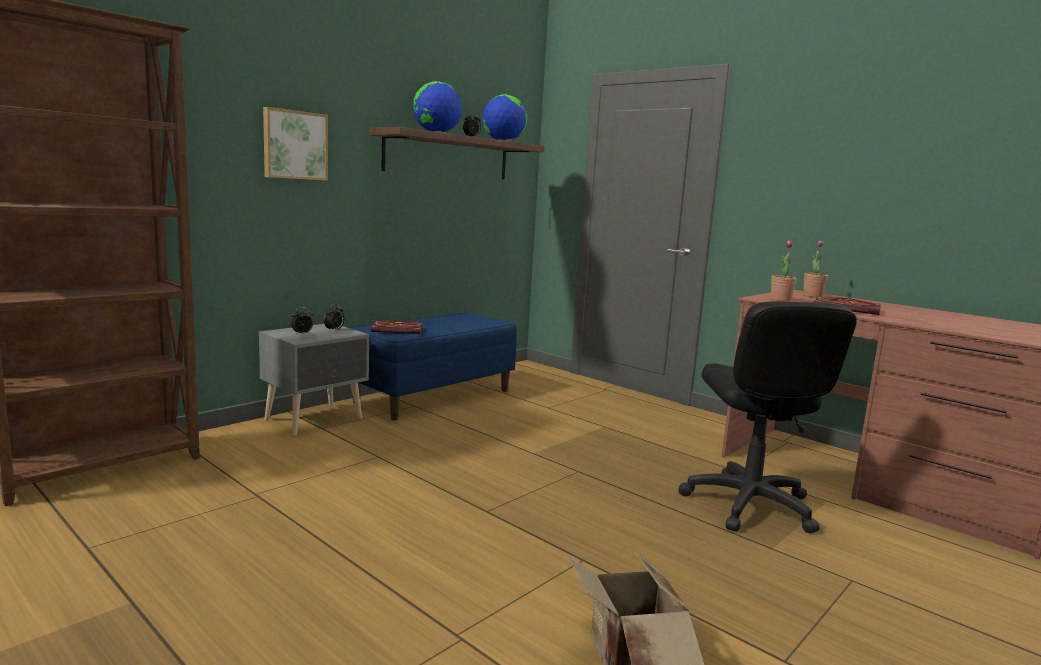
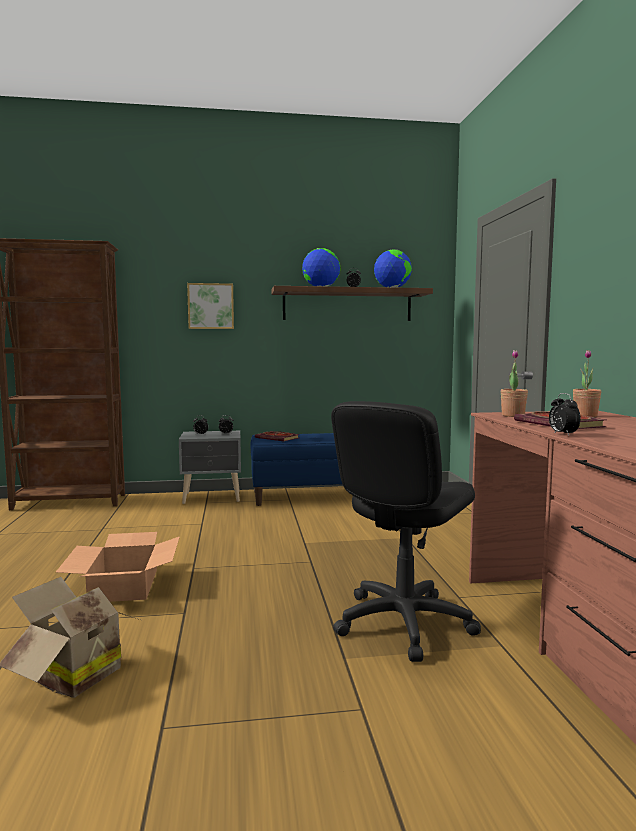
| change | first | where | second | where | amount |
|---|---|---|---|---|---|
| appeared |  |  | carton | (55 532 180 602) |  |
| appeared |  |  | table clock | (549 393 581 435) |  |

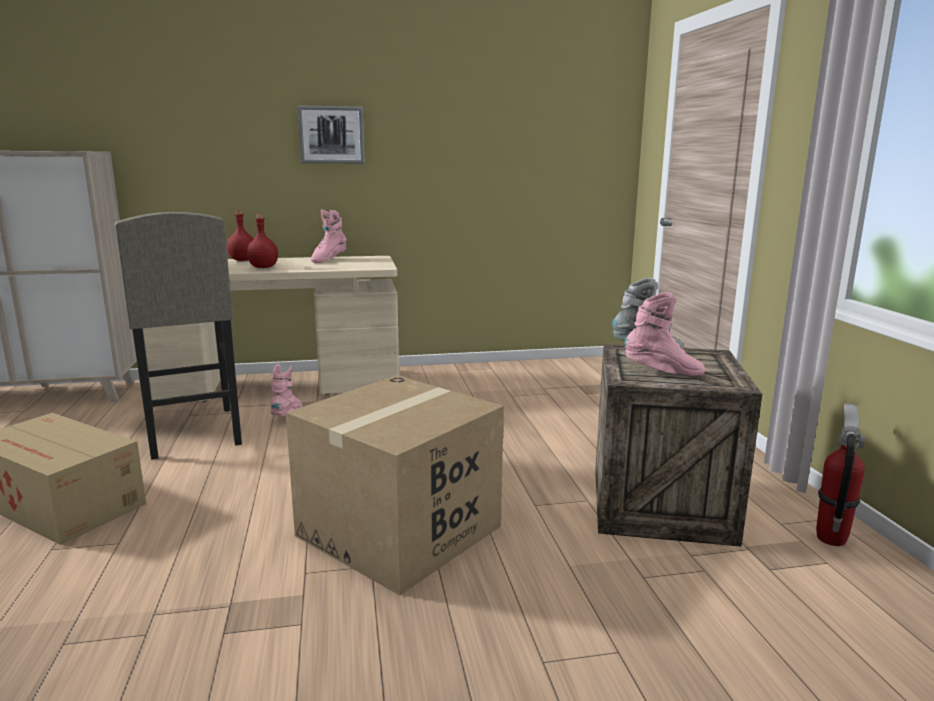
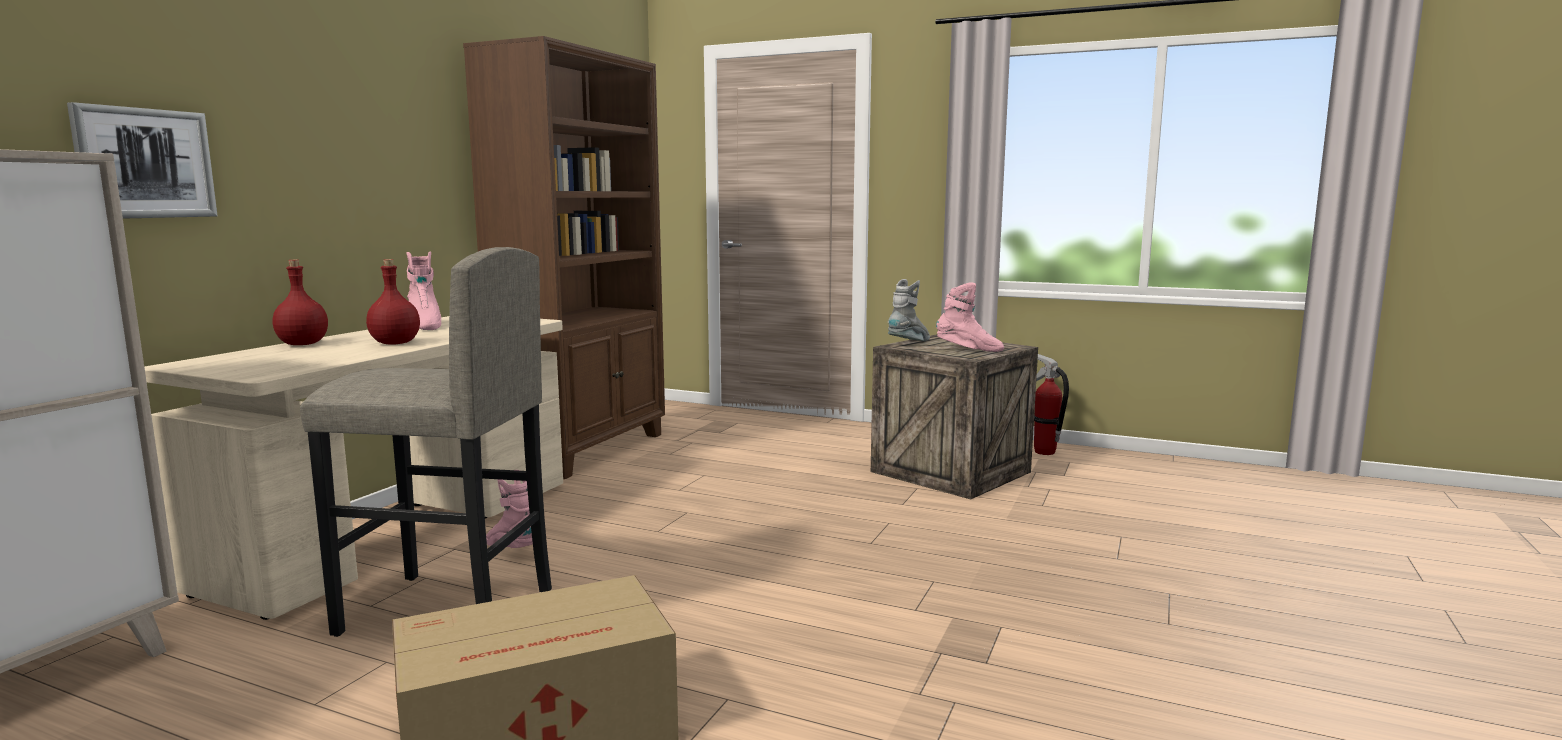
| change | first | where | second | where | amount |
|---|---|---|---|---|---|
| missing | carton | (286 375 504 595) |  |  |  |
| relocated | wall picture | (298 105 365 164) |  | (67 102 217 219) |  |
| spun | pink high-top boot | (624 292 706 376) |  | (936 283 1004 352) | 60 degrees clockwise |
| appeared |  |  | brown-coloured bookcase | (463 36 665 479) |  |

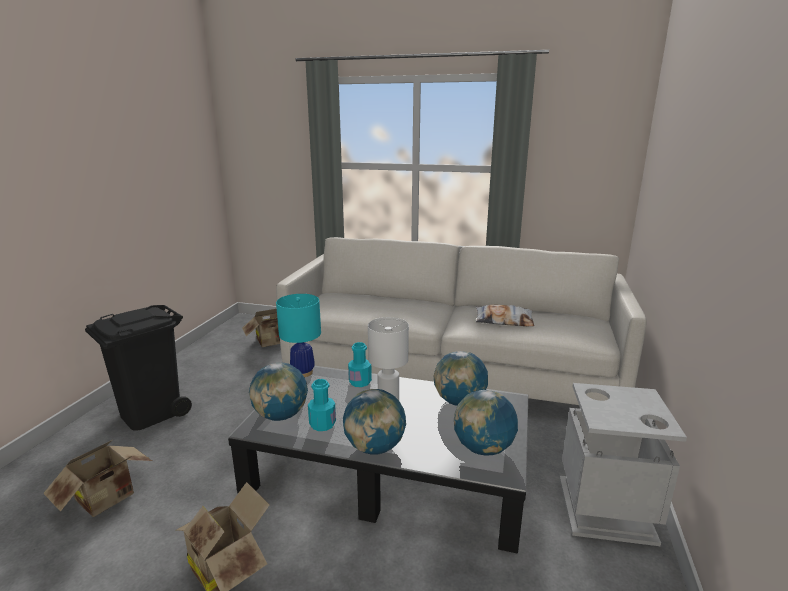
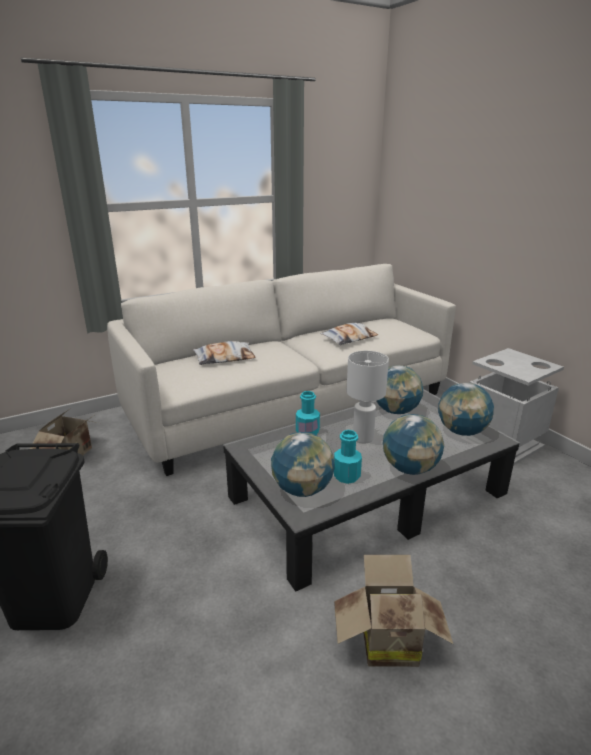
| change | first | where | second | where | amount |
|---|---|---|---|---|---|
| missing | carton | (43 440 152 517) |  |  |  |
| missing | turquoise-coloured lamp for a table | (276 294 321 377) |  |  |  |
| appeared |  |  | pillow | (193 341 256 365) |  |

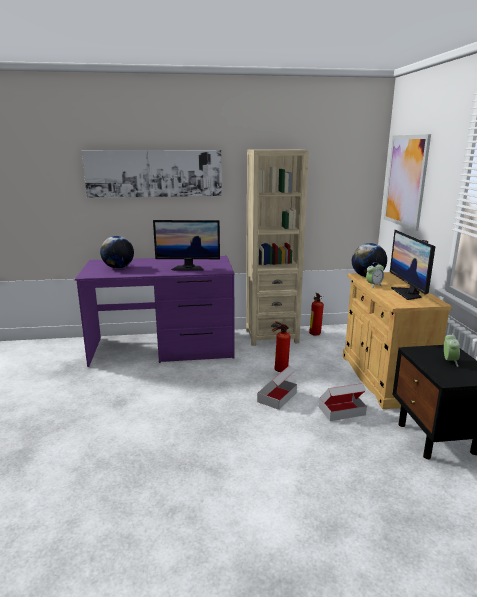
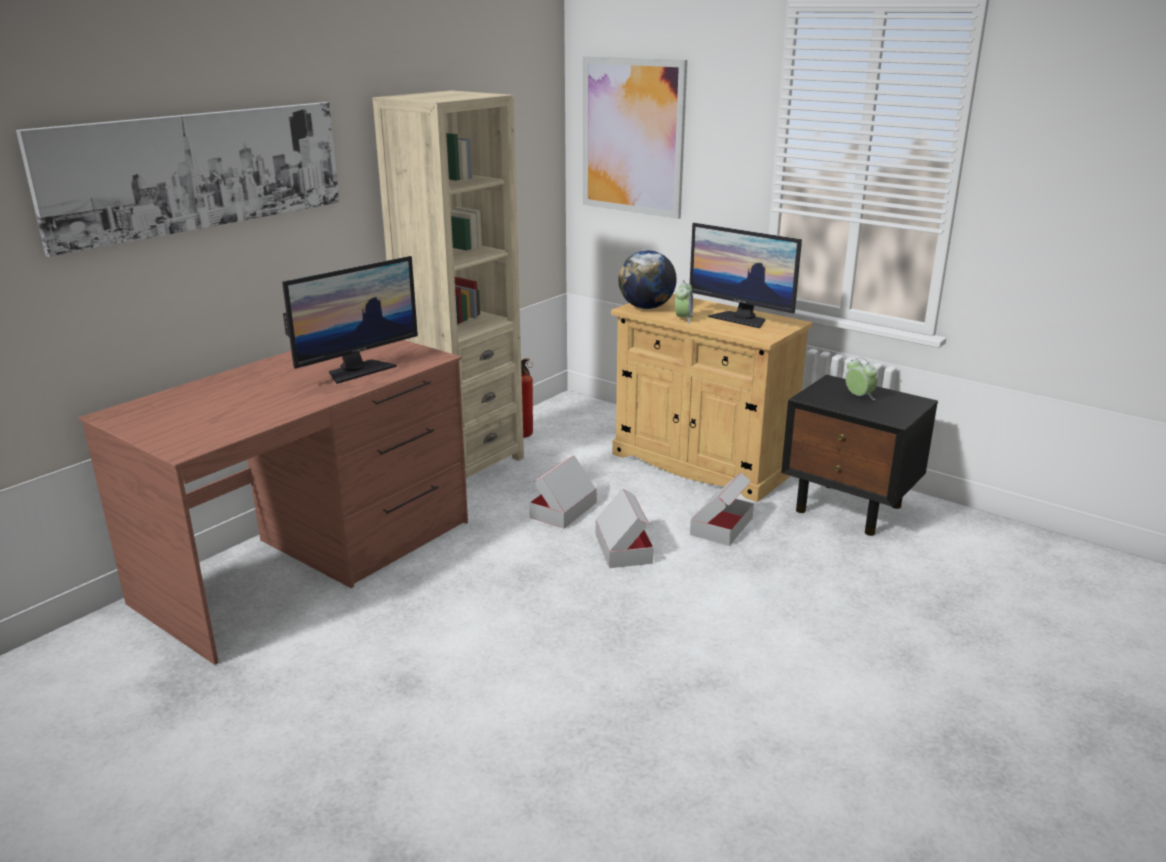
| change | first | where | second | where | amount |
|---|---|---|---|---|---|
| colour | purplish desk table | (75 256 235 367) | brown-coloured desk table | (79 340 468 665) |  |
| missing | desk globe | (100 236 134 269) |  |  |  |
| exchanged | extinguisher | (271 321 291 372) | carton | (529 455 597 528) |  |

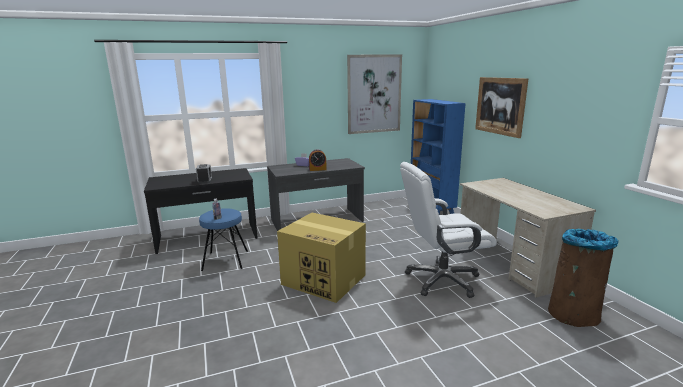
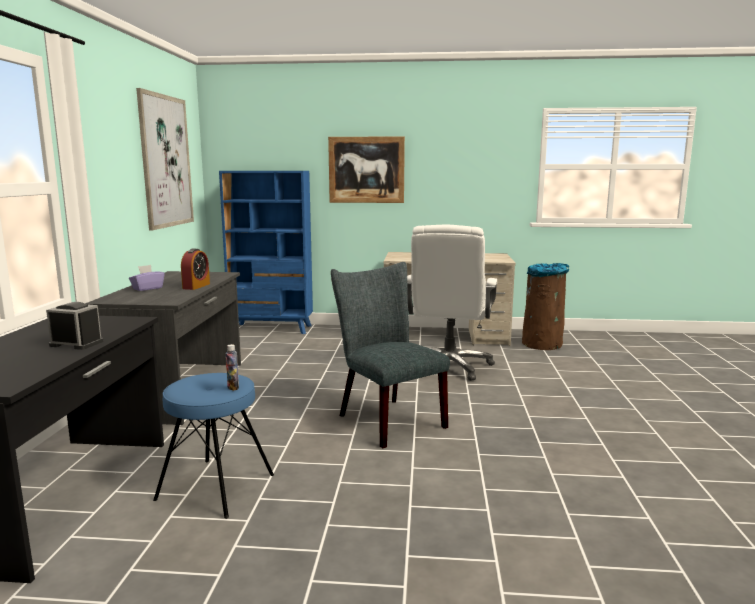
| change | first | where | second | where | amount |
|---|---|---|---|---|---|
| exchanged | carton | (277 213 366 303) | greyish plain chair | (331 262 450 448) |  |

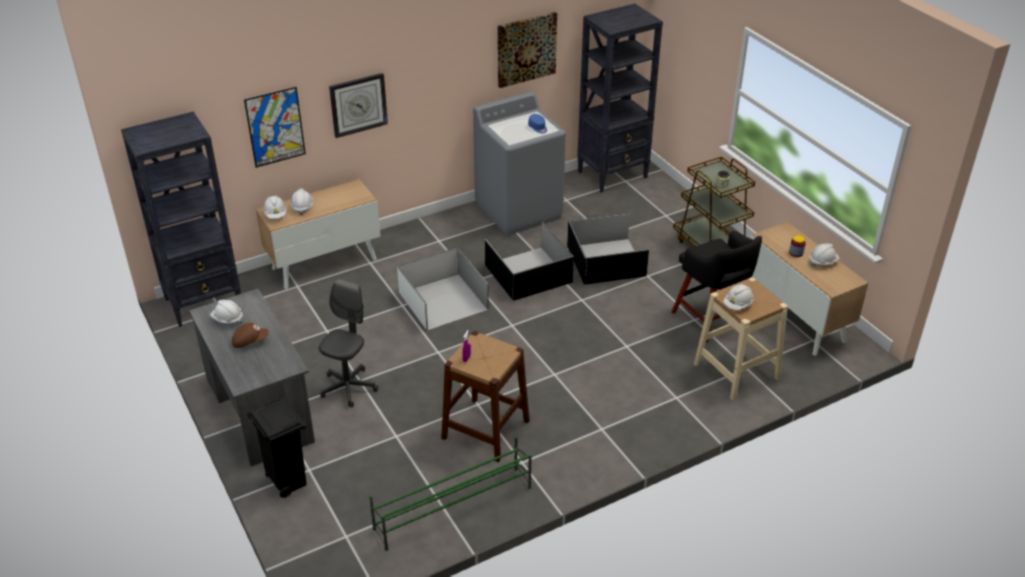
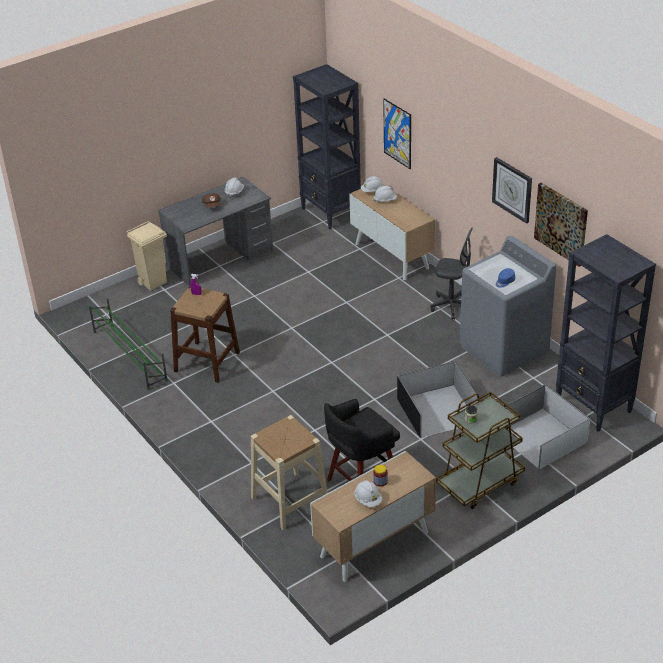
| change | first | where | second | where | amount |
|---|---|---|---|---|---|
| colour | black waste bin | (247 398 307 498) | beige-coloured waste bin | (127 221 167 291) |  |
| relocated | greyish computer chair | (319 279 378 407) |  | (431 227 473 320) |  |
| relocated | wall clock | (329 73 388 138) |  | (492 157 532 224) |  |
| relocated | white storage bin | (397 247 489 330) |  | (505 384 591 470) |  |
| missing | black storage bin | (485 222 574 301) |  |  |  |
| missing | white work helmet | (723 284 754 310) |  |  |  |

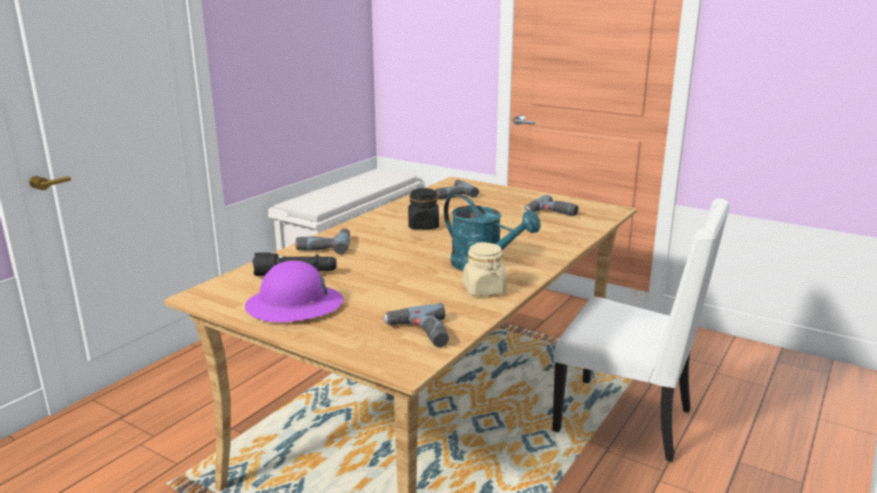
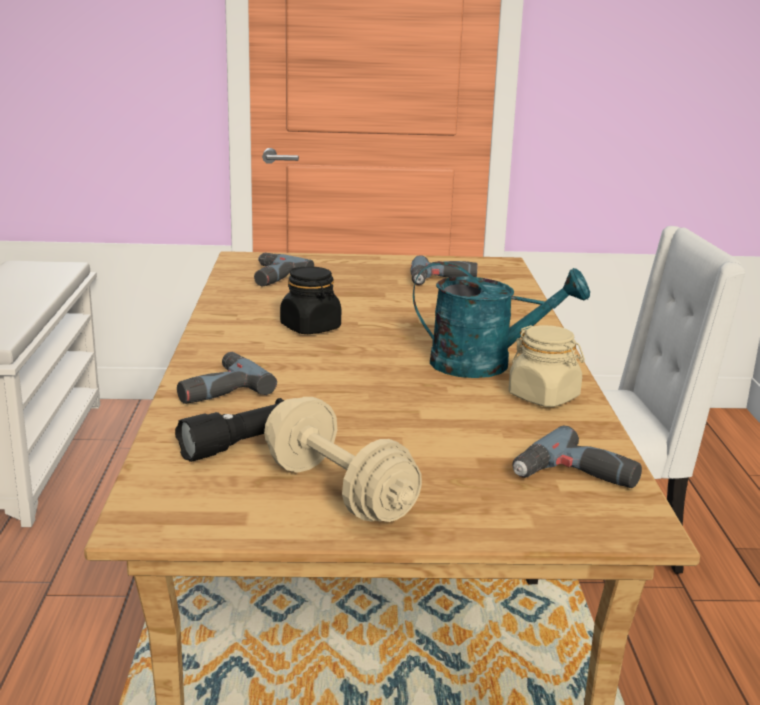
| change | first | where | second | where | amount |
|---|---|---|---|---|---|
| exchanged | purplish work helmet | (245 261 343 322) | beige-coloured free weight | (264 397 422 522) |  |

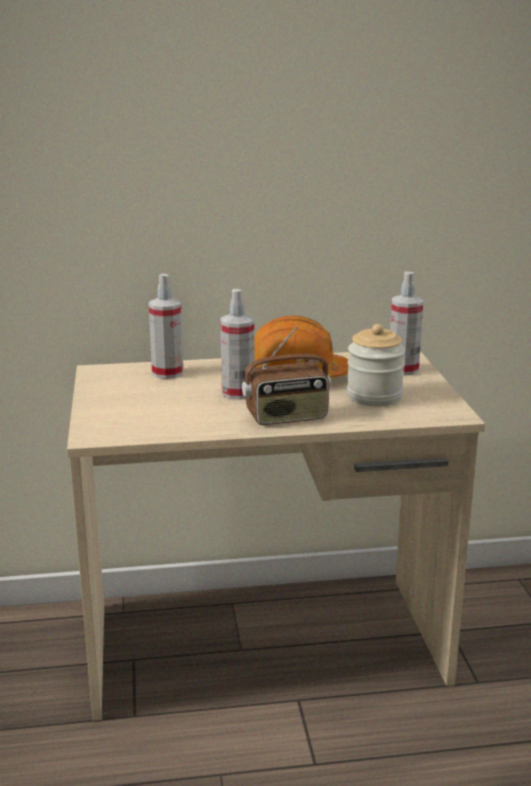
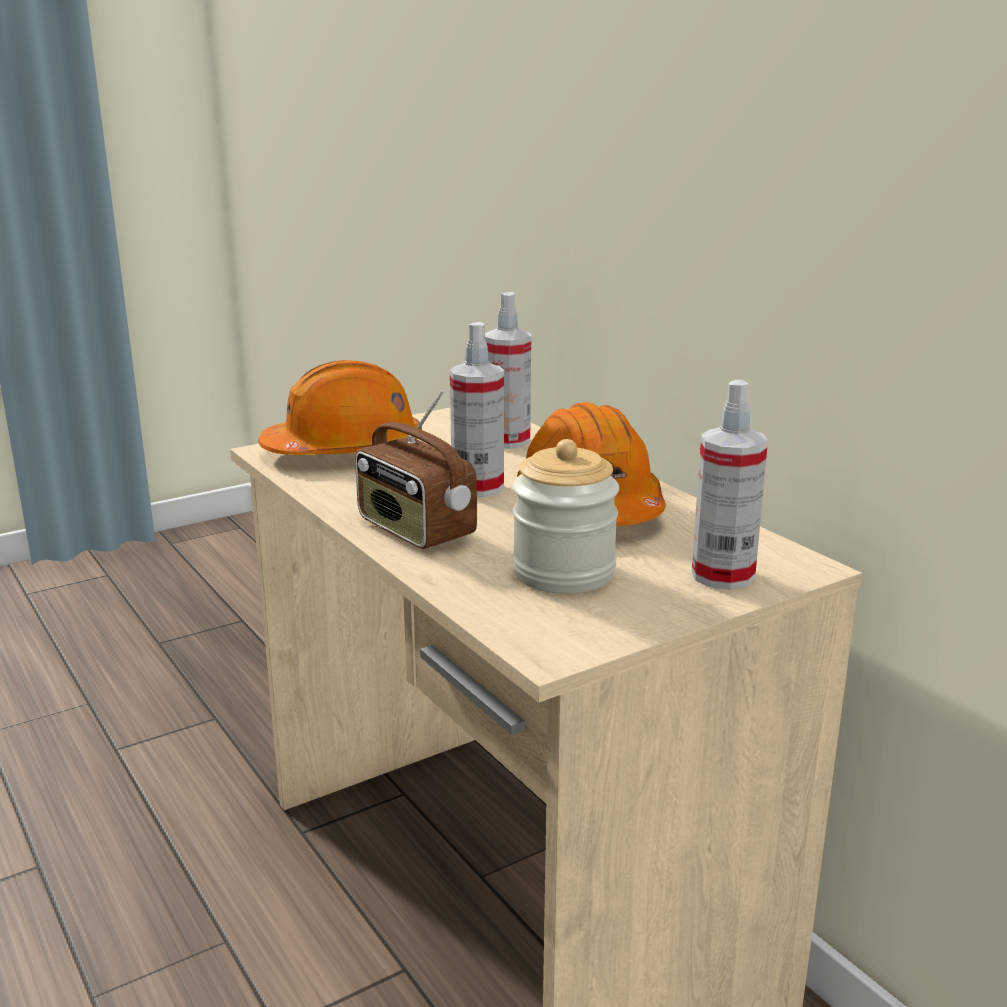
| change | first | where | second | where | amount |
|---|---|---|---|---|---|
| appeared |  |  | orange-coloured work helmet | (258 360 422 455) |  |

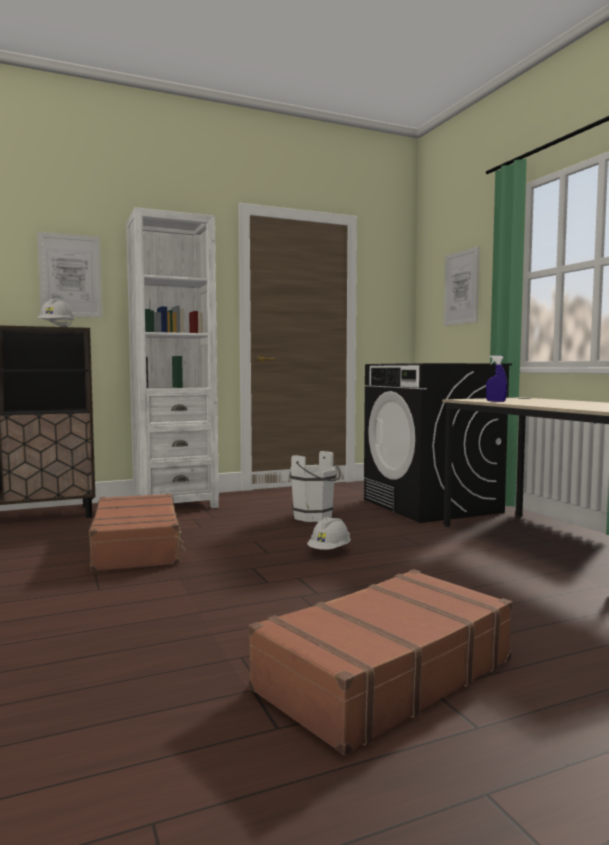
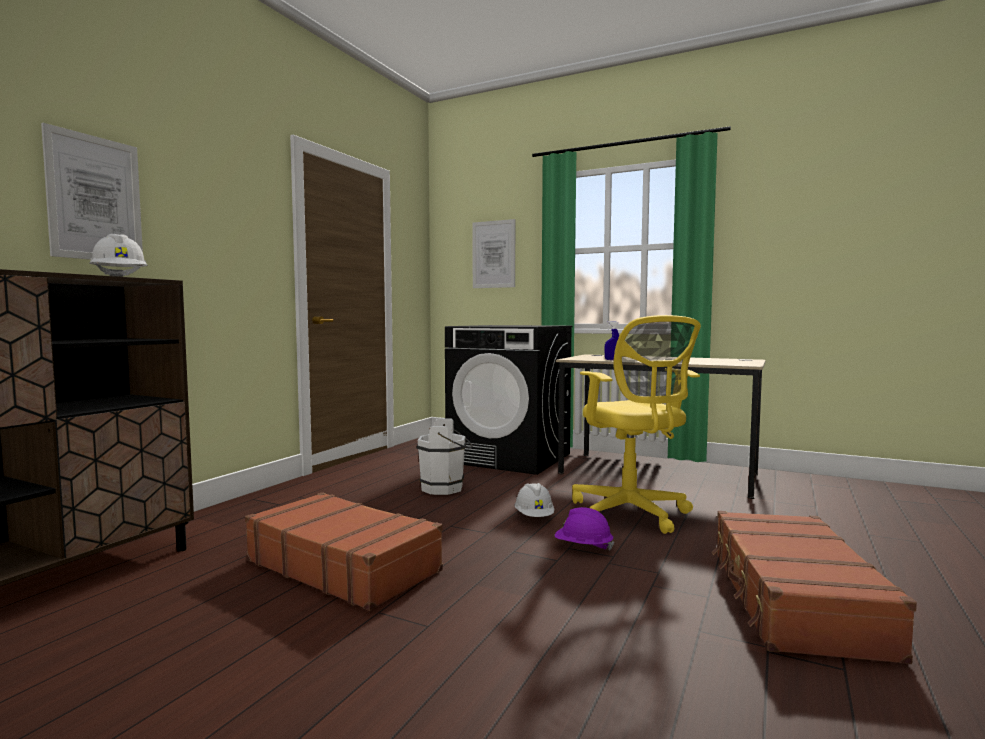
| change | first | where | second | where | amount |
|---|---|---|---|---|---|
| missing | white bookcase | (126 207 219 508) |  |  |  |
| appeared |  |  | purplish work helmet | (555 507 614 551) |  |
| appeared |  |  | yellow computer chair | (572 315 701 534) |  |

